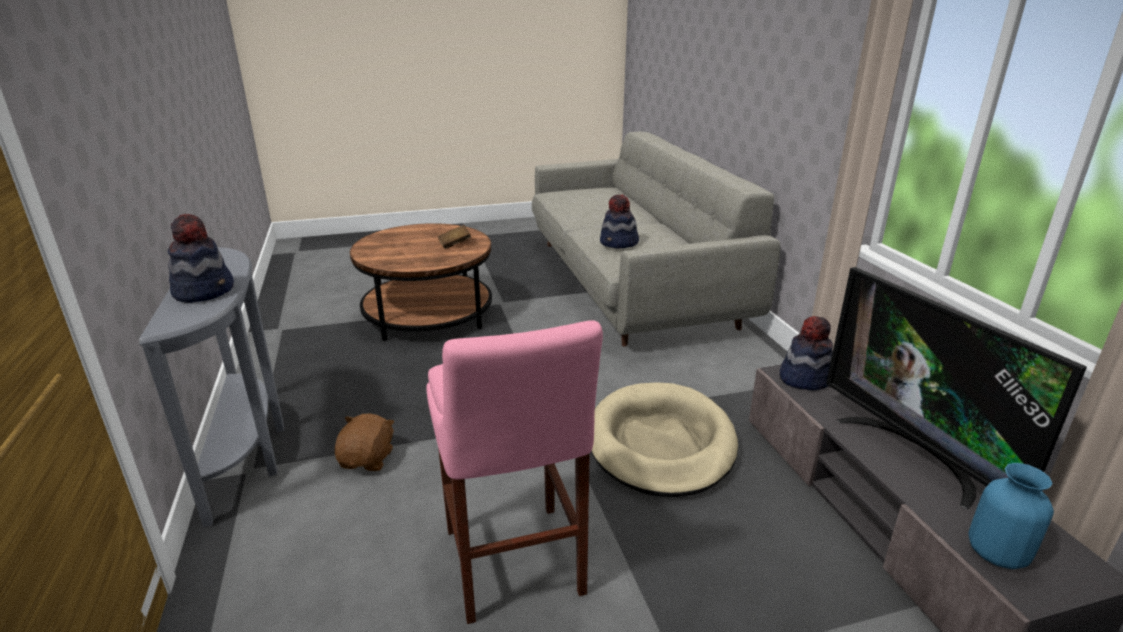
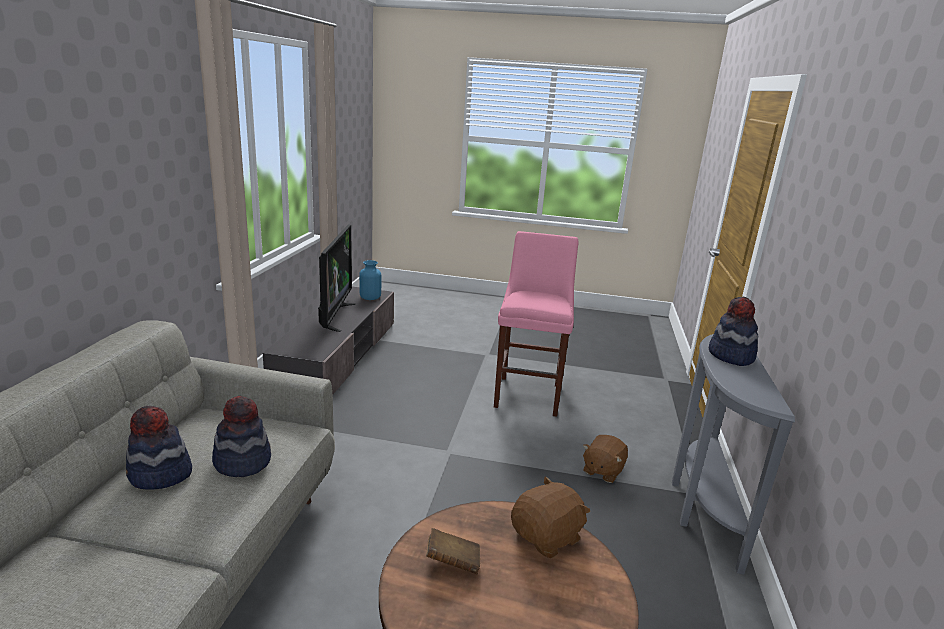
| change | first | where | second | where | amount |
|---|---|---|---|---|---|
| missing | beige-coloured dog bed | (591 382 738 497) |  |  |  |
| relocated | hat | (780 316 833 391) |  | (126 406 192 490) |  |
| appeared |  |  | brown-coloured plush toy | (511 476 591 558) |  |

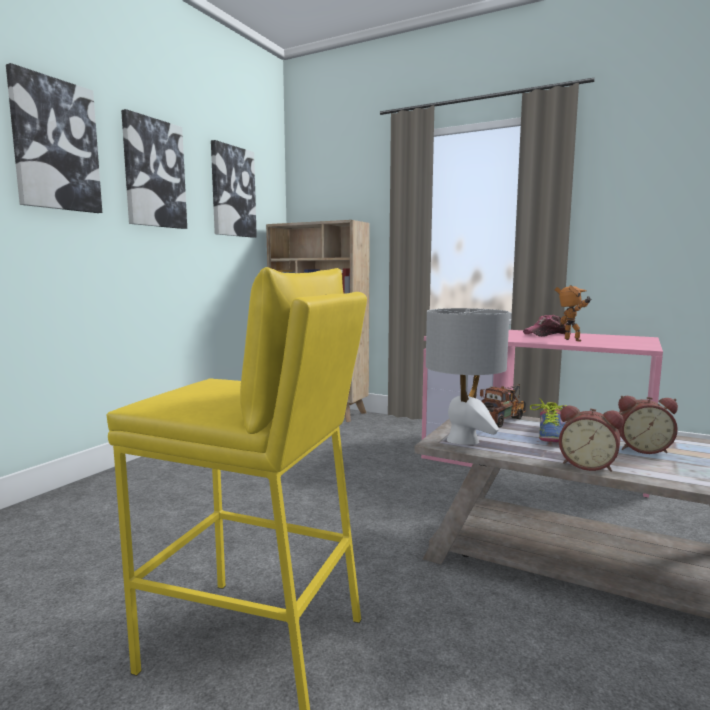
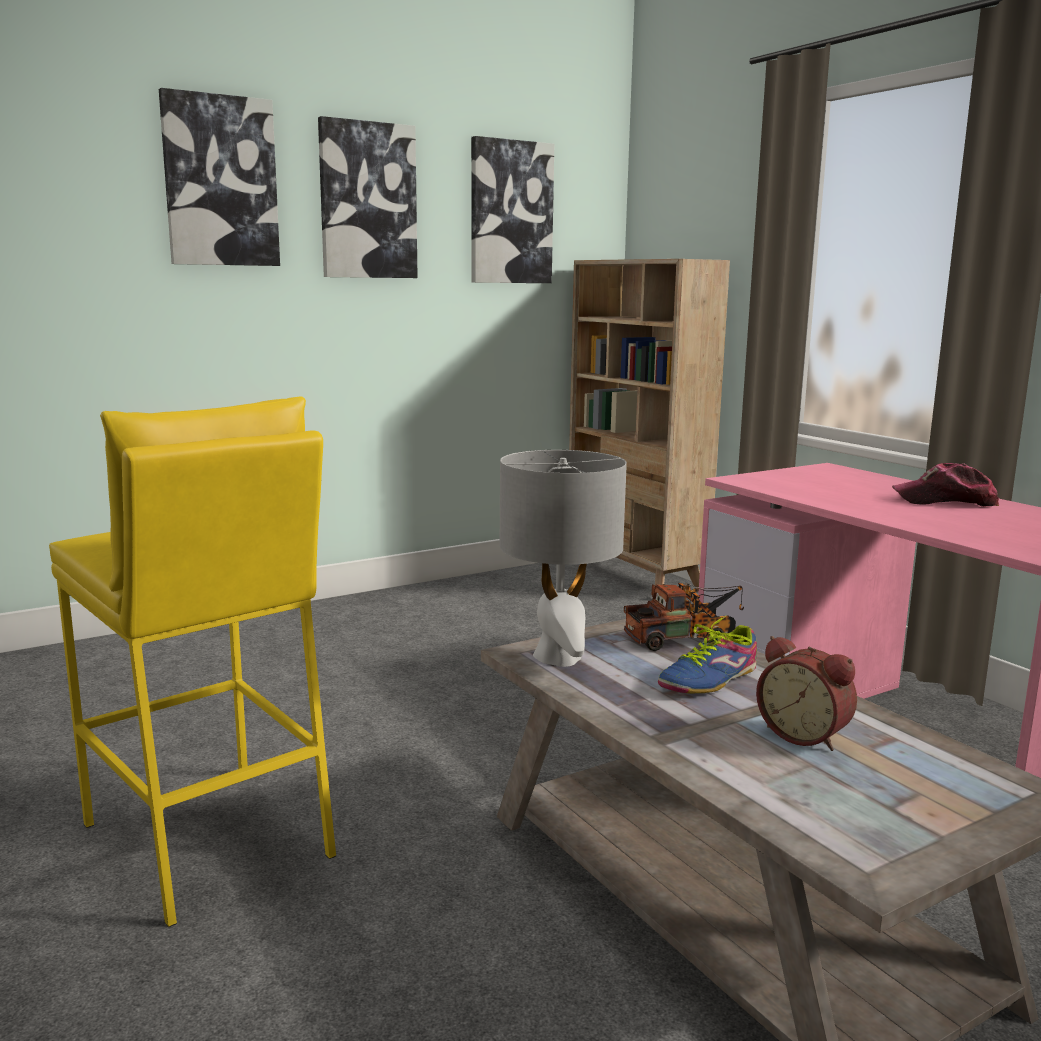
| change | first | where | second | where | amount |
|---|---|---|---|---|---|
| missing | toy robot | (554 285 592 341) |  |  |  |
| missing | table clock | (559 405 624 472) |  |  |  |

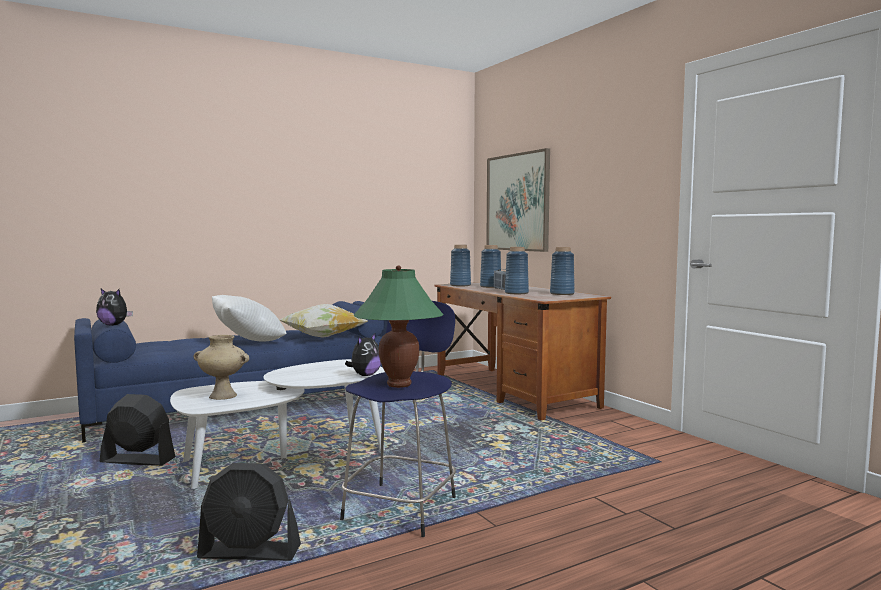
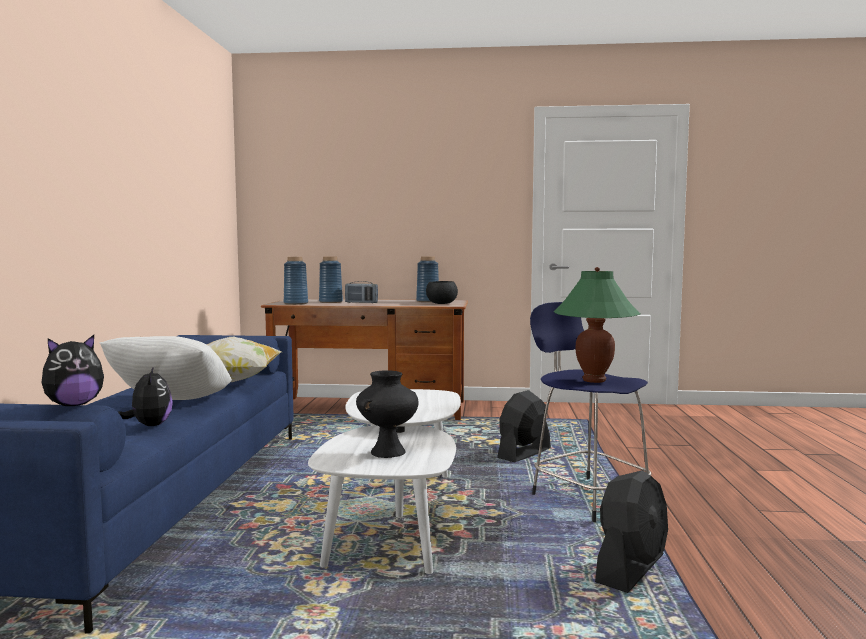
| change | first | where | second | where | amount |
|---|---|---|---|---|---|
| relocated | black fan | (100 394 175 466) |  | (497 390 551 462) |  |
| colour | beige-coloured flower vase | (193 335 249 400) | black flower vase | (356 370 418 458) |  |
| relocated | plush toy | (345 334 381 376) |  | (118 366 173 426) |  |
| missing | wall picture | (486 148 550 252) |  |  |  |
| missing | bluish flower vase | (505 247 529 294) |  |  |  |
| appeared |  |  | black bowl | (426 281 458 304) |  |

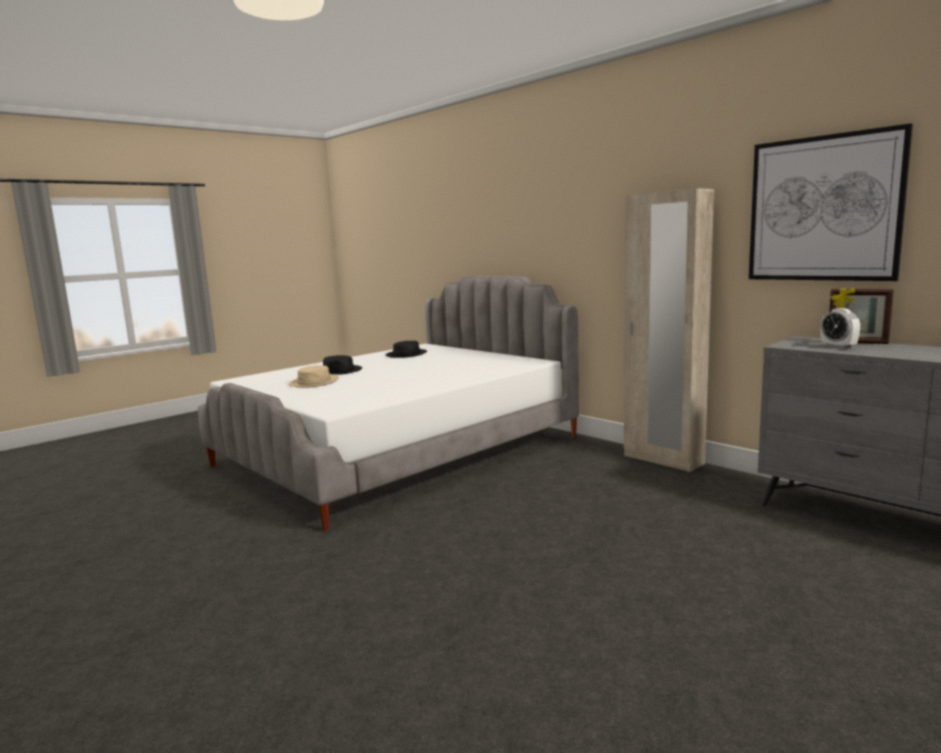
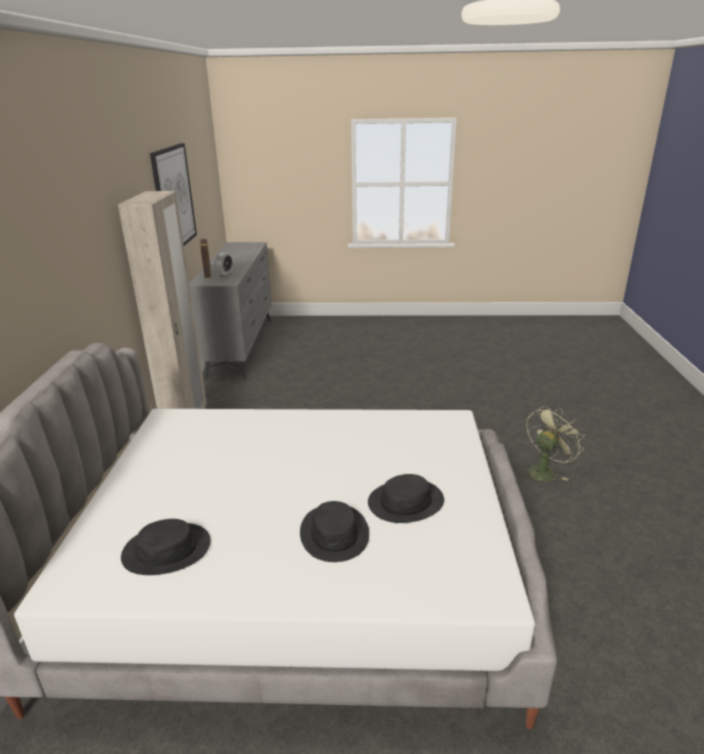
| change | first | where | second | where | amount |
|---|---|---|---|---|---|
| colour | beige-coloured hat | (289 365 339 388) | black hat | (368 474 444 523) |  |
| appeared |  |  | green fan | (519 406 584 481) |  |

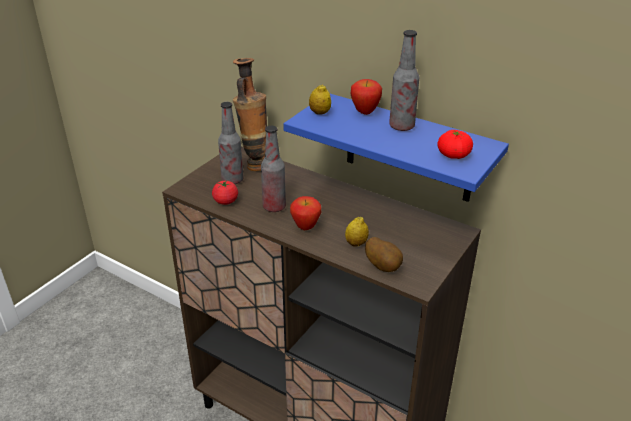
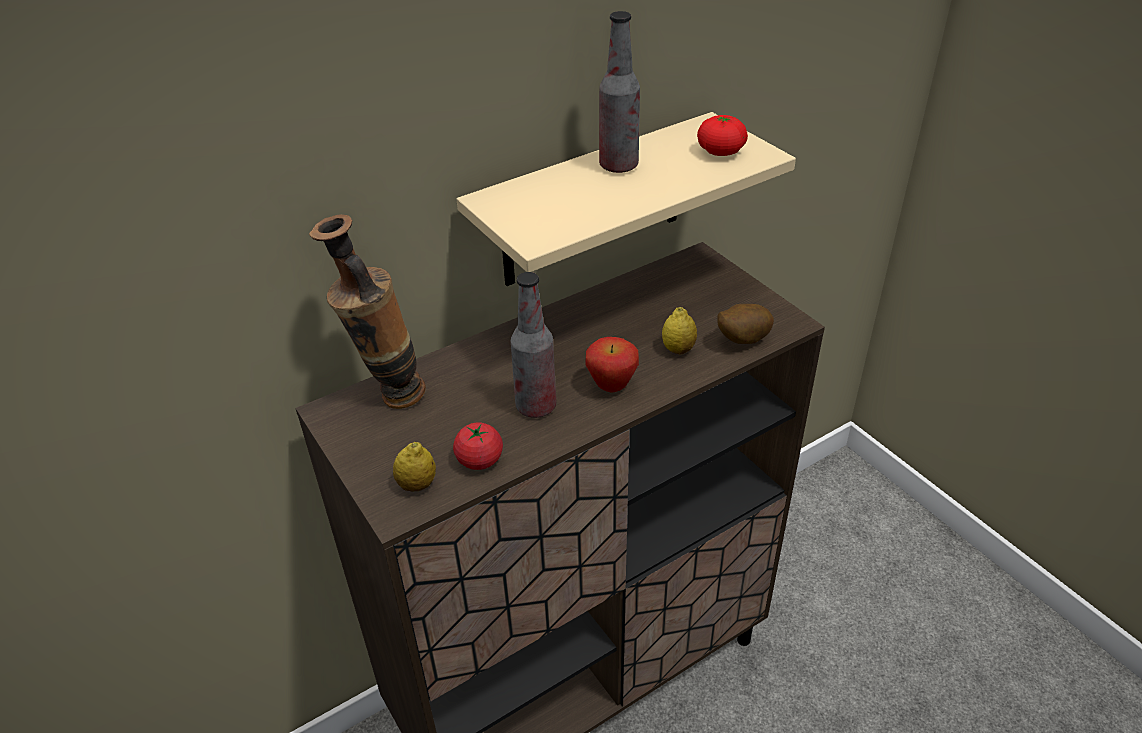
| change | first | where | second | where | amount |
|---|---|---|---|---|---|
| missing | drink bottle | (218 102 244 184) |  |  |  |
| colour | bluish bracket shelf | (283 94 509 202) | beige-coloured bracket shelf | (456 112 796 286) |  |
| relocated | citrus fruit | (309 85 331 115) |  | (393 442 436 492) |  |
| missing | whole apple | (351 79 382 115) |  |  |  |

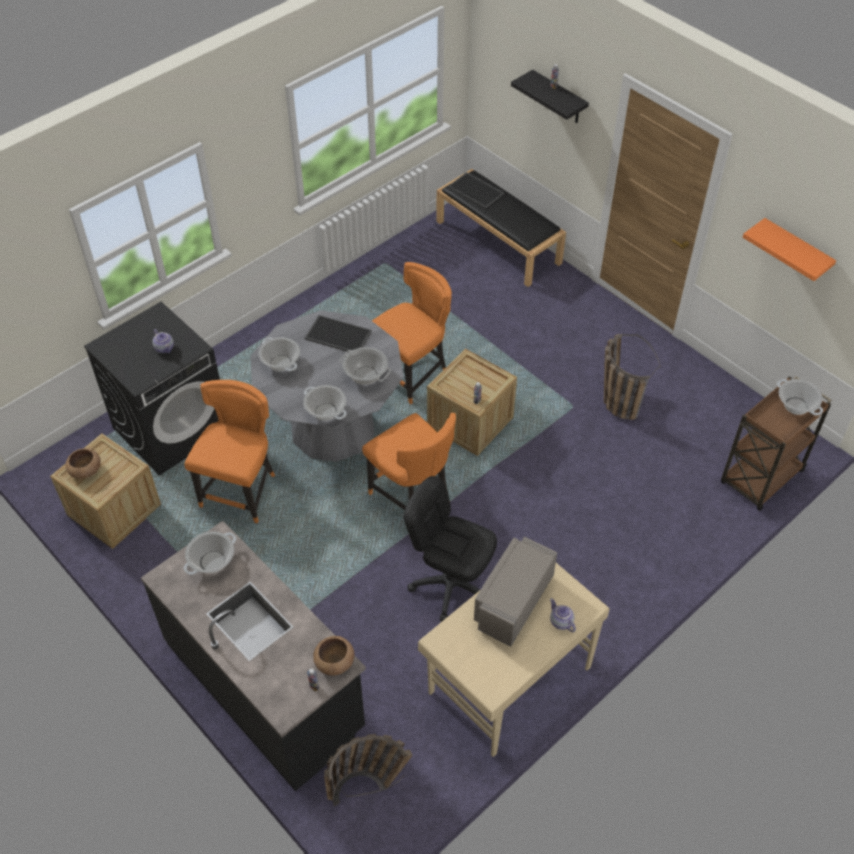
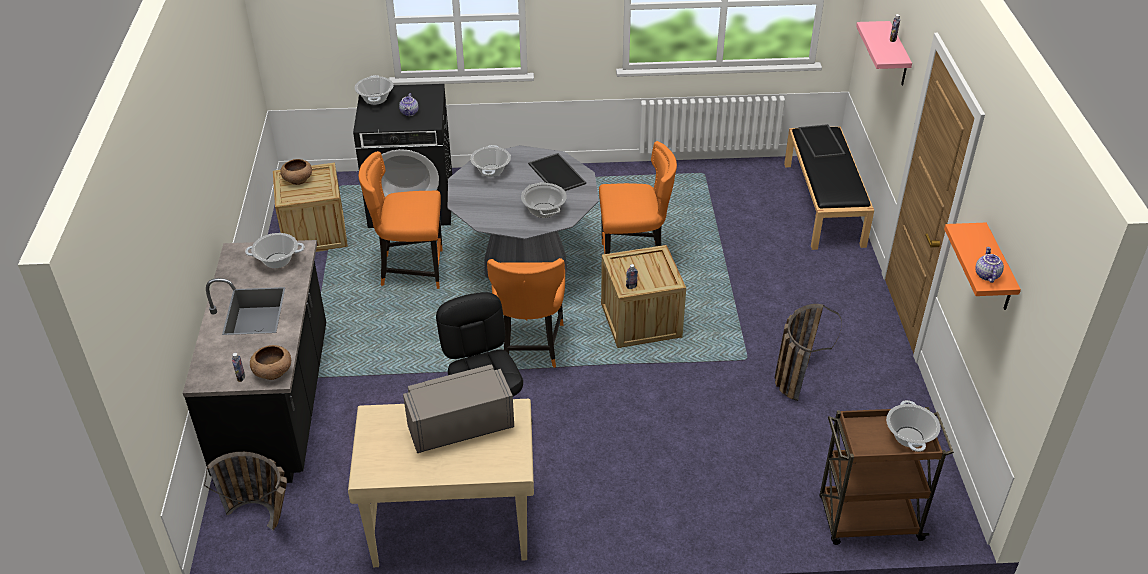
| change | first | where | second | where | amount |
|---|---|---|---|---|---|
| spun | orange-coloured plain chair | (185 380 275 523) |  | (359 151 443 289) | 150 degrees counterclockwise |
| relocated | cooking pot | (303 385 347 421) |  | (355 75 394 105) |  |
| colour | black bracket shelf | (511 70 589 123) | pink bracket shelf | (856 21 912 86) |  |
| relocated | pot for tea | (550 598 576 633) |  | (975 247 1004 283) |  |

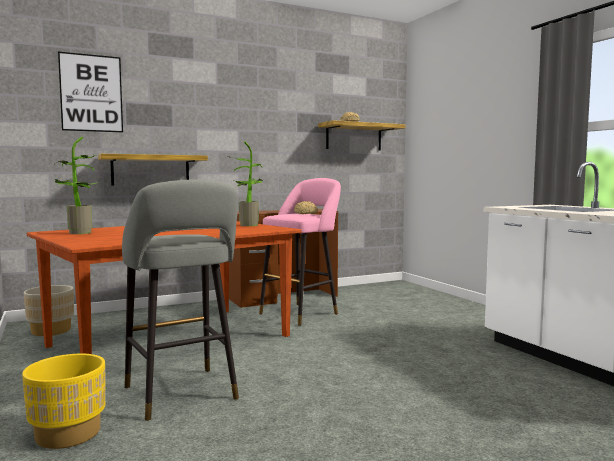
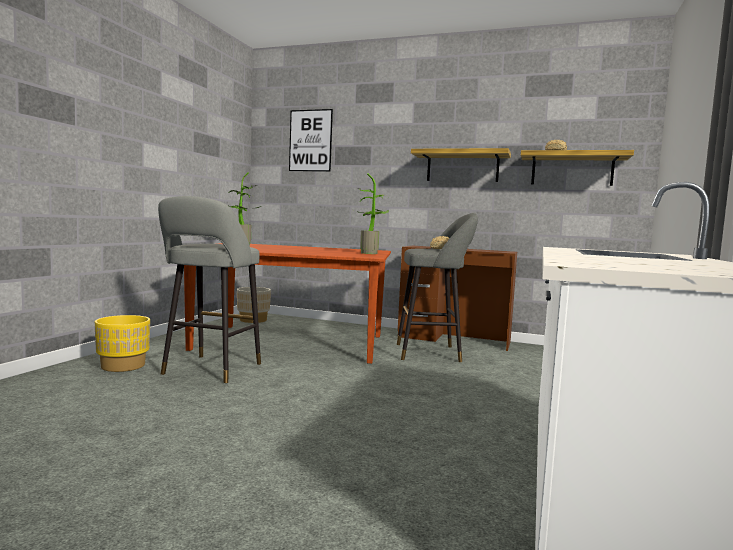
| change | first | where | second | where | amount |
|---|---|---|---|---|---|
| relocated | bracket shelf | (98 154 208 185) |  | (411 148 511 182) |  |
| colour | pink stool | (259 178 341 326) | greyish stool | (397 213 478 362) |  |

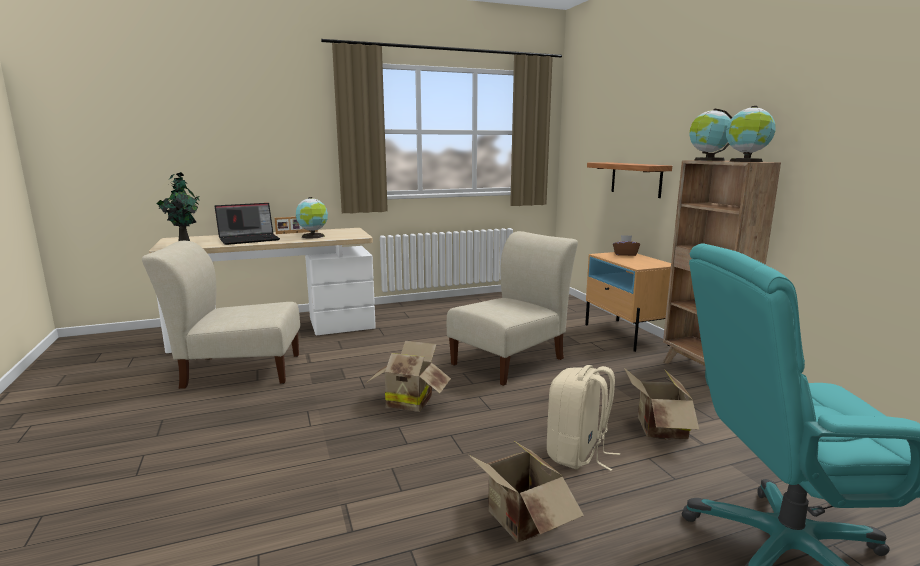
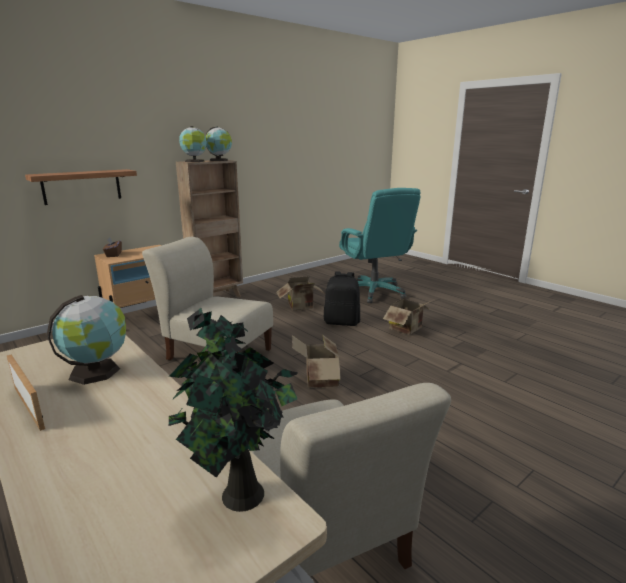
| change | first | where | second | where | amount |
|---|---|---|---|---|---|
| missing | portable computer | (214 203 280 245) |  |  |  |
| colour | beige-coloured knapsack | (547 365 620 471) | black knapsack | (324 272 360 326) |  |

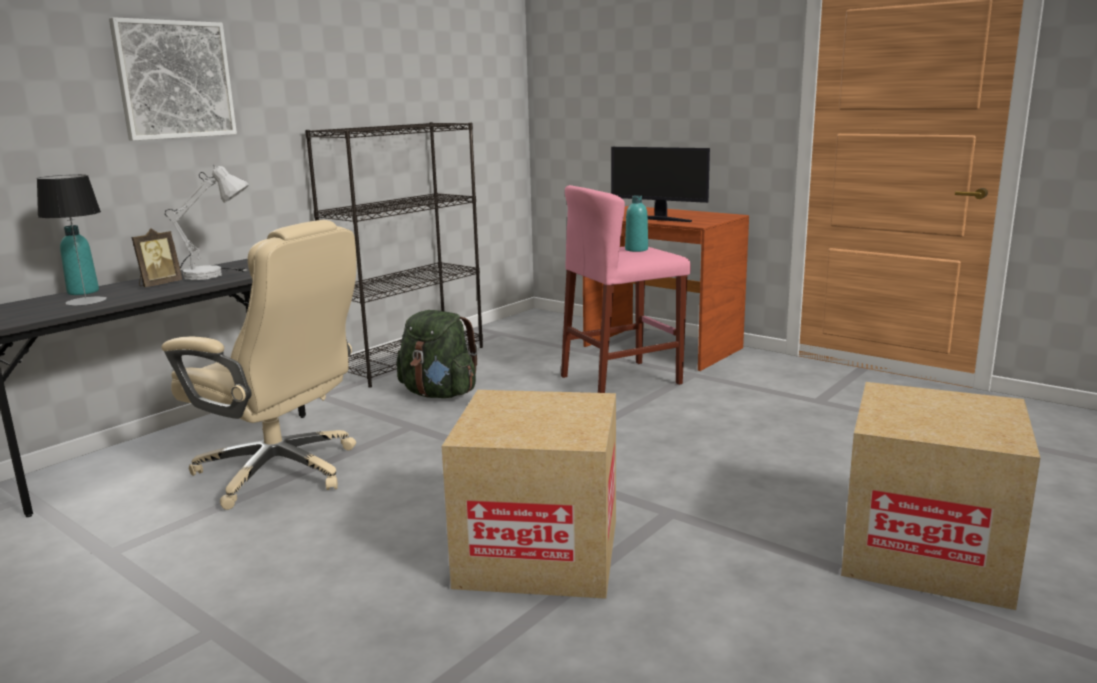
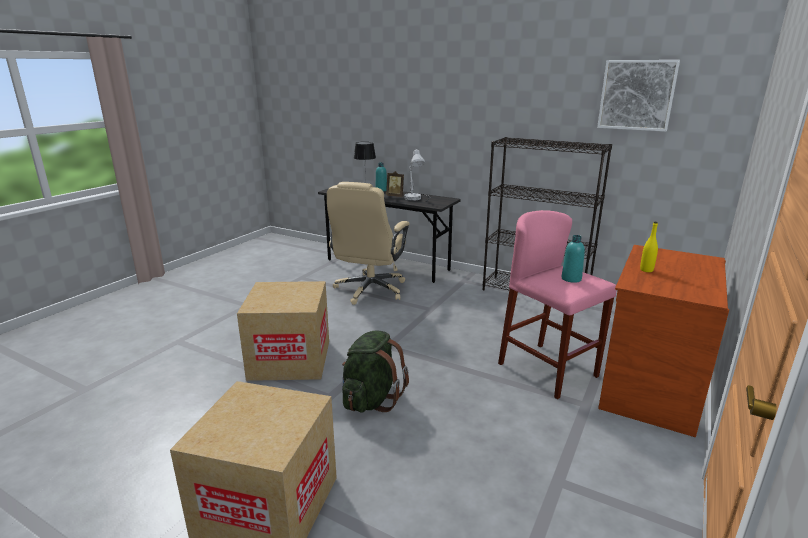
| change | first | where | second | where | amount |
|---|---|---|---|---|---|
| relocated | wall picture | (109 17 237 141) |  | (597 60 680 132) |  |
| relocated | green knapsack | (397 310 478 398) |  | (342 330 409 413) |  |
| exchanged | computer display | (611 147 710 222) | yellow drink bottle | (640 222 658 272) |  |

